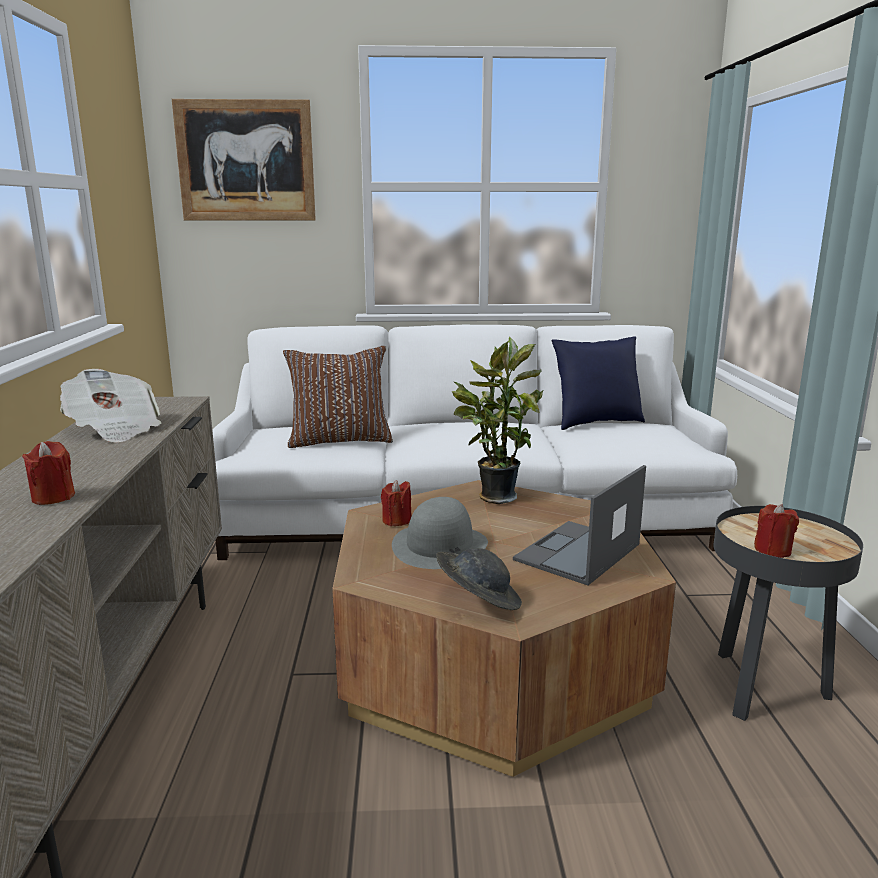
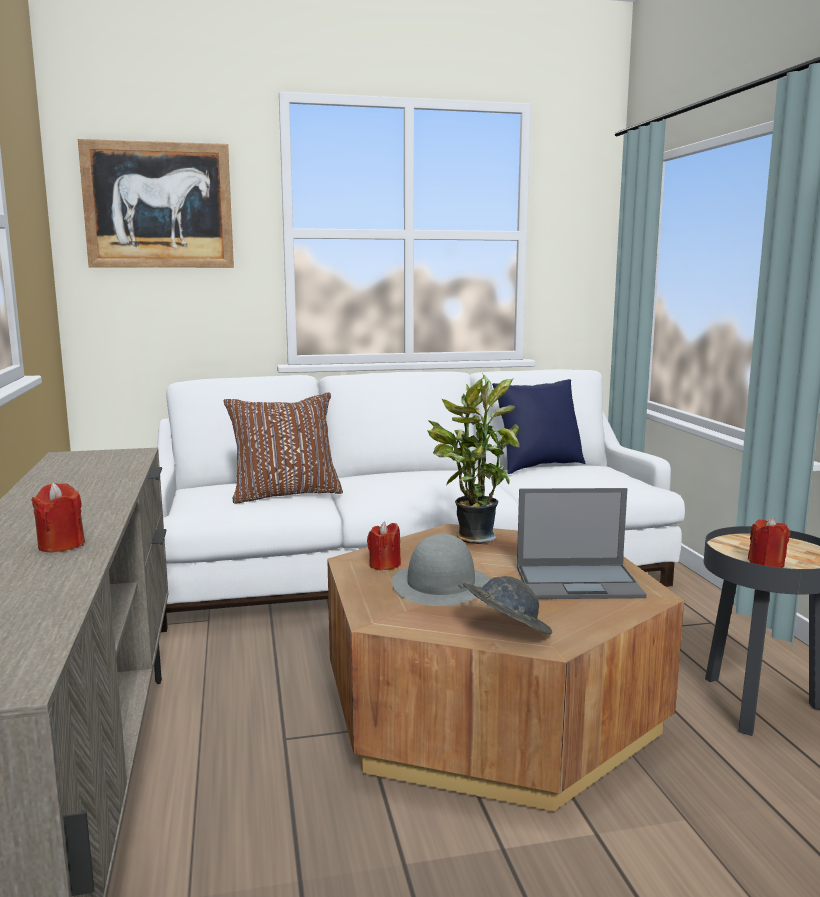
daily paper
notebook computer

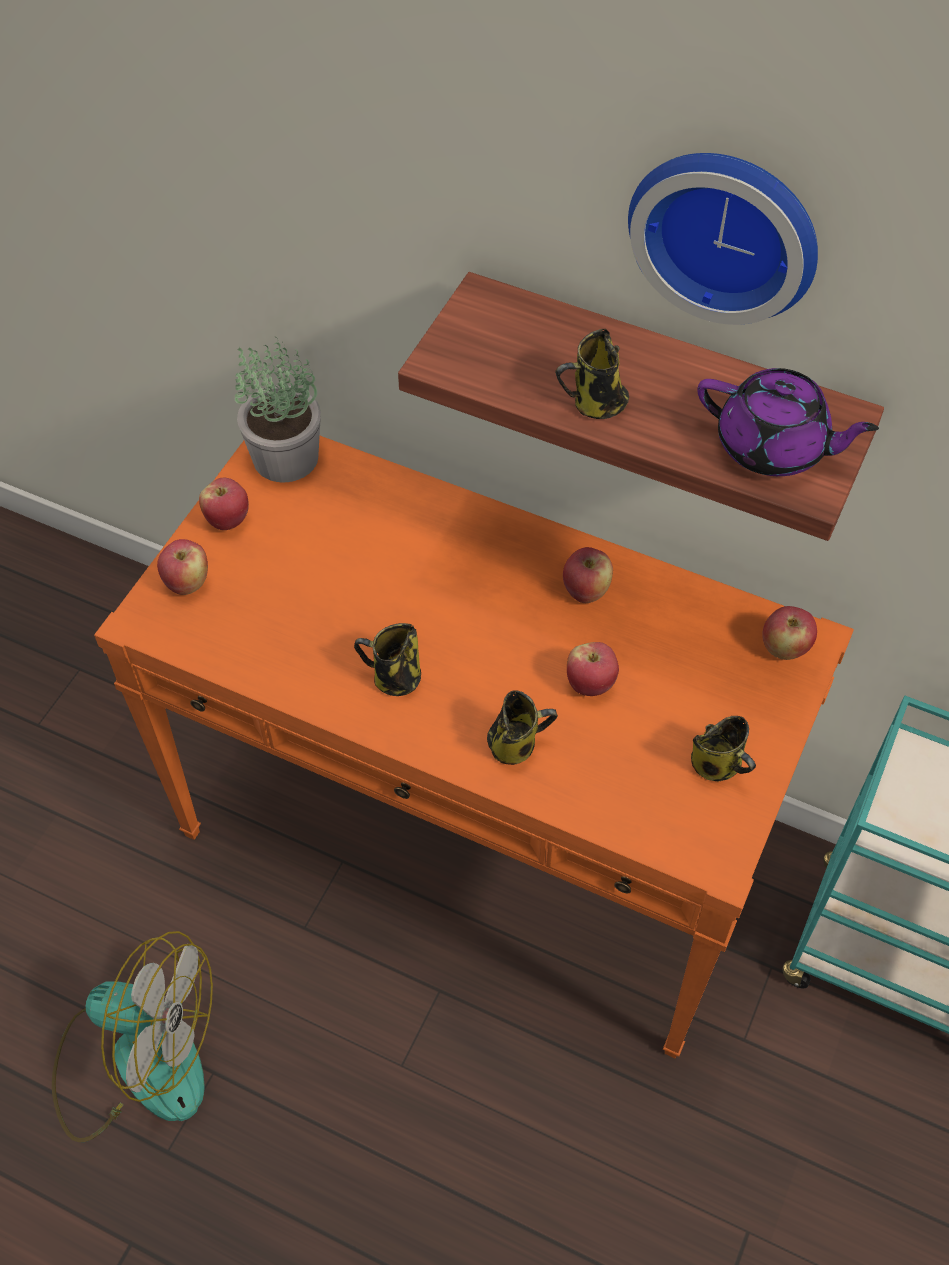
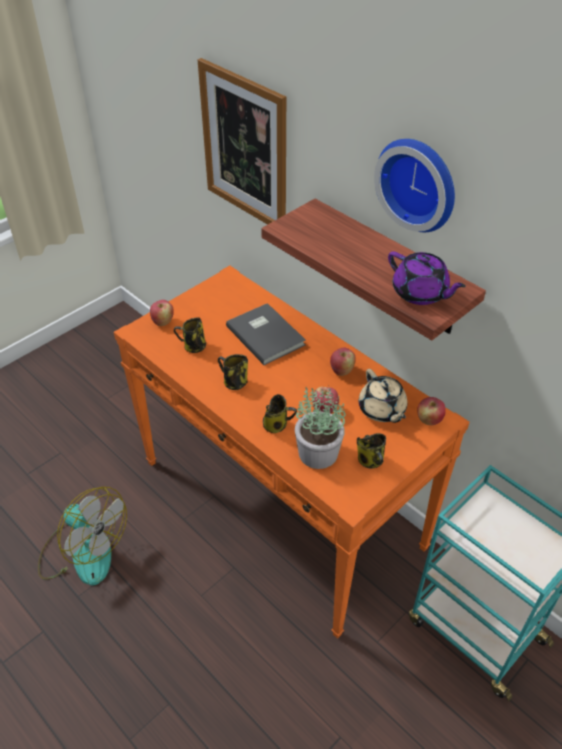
apple fruit (no. 2 from left in the first image)
plant in a pot
coffee mug (no. 1 from left)
wall picture
book (gray)
tea pot (sand-coloured)

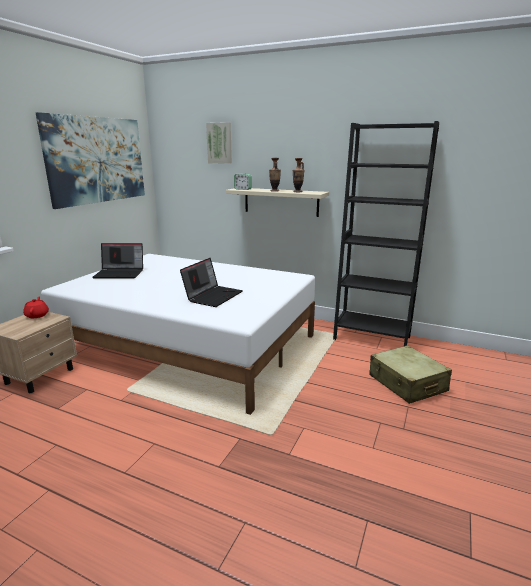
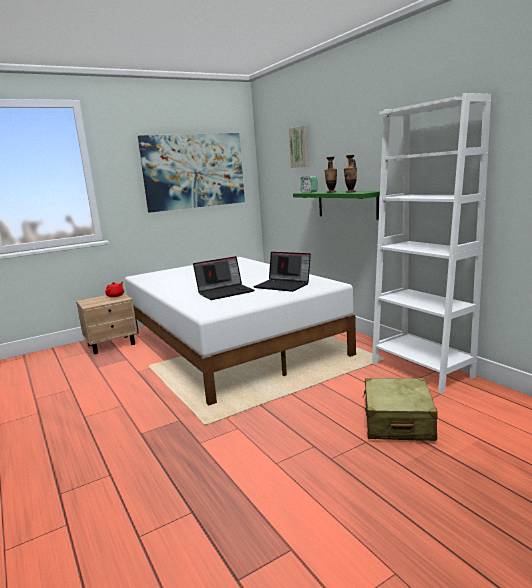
notebook computer (no. 2 from left)
bracket shelf (greenish)
bookshelf (whitish)

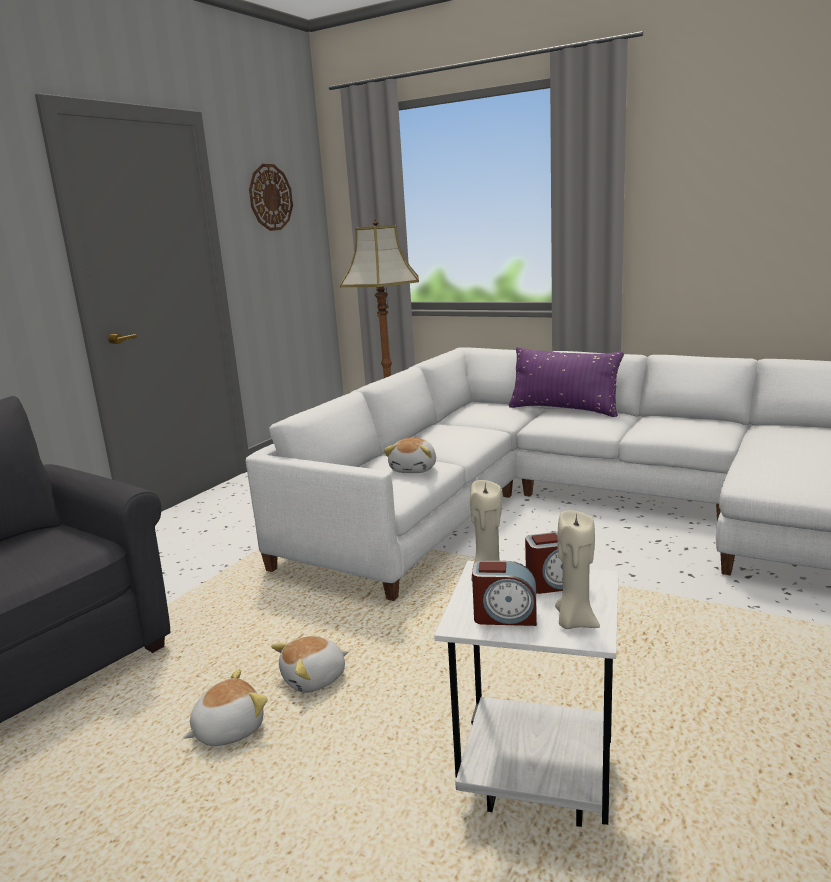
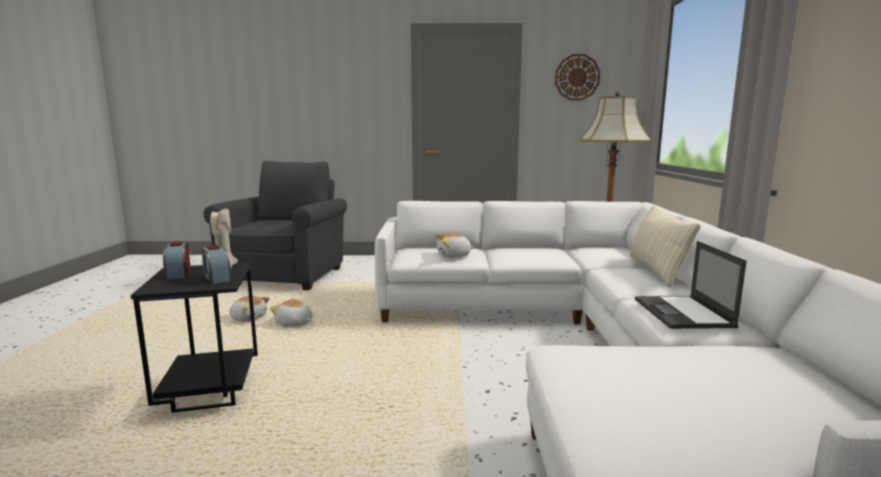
side table (black-coloured)
cushion (sand-coloured)
wax candle (sand-coloured) (no. 2 from left in the first image)
notebook computer

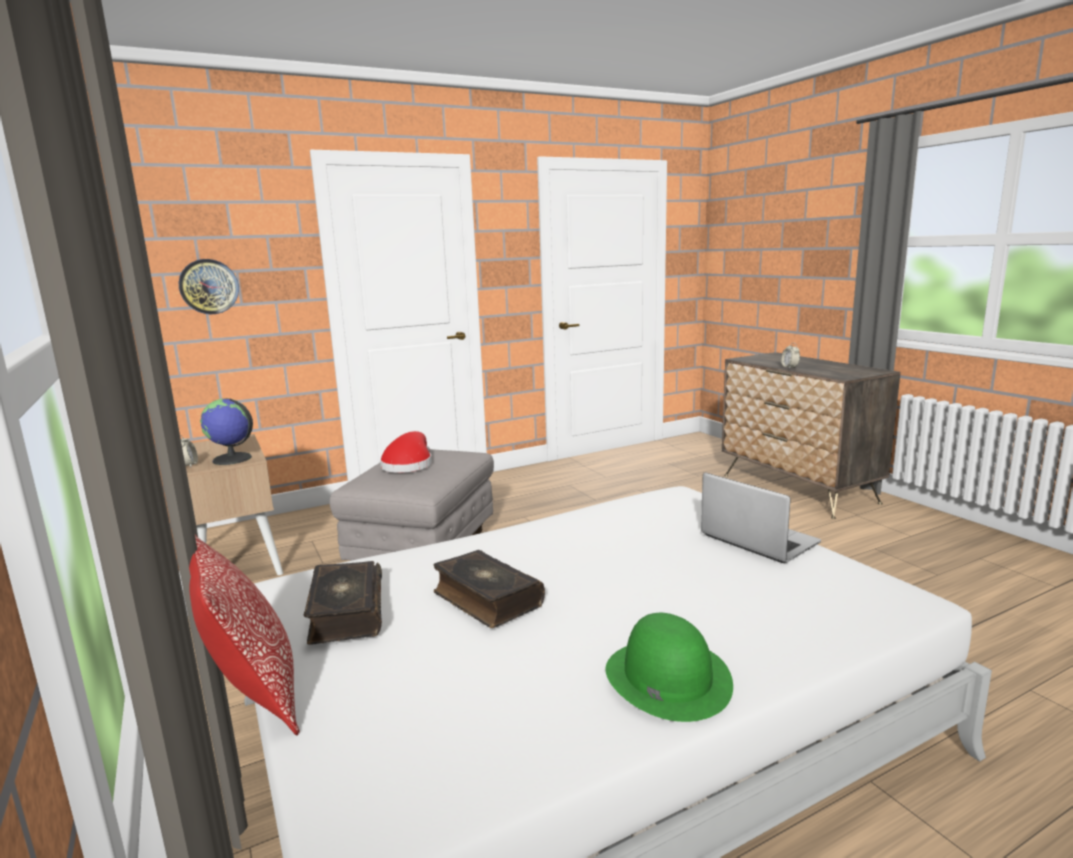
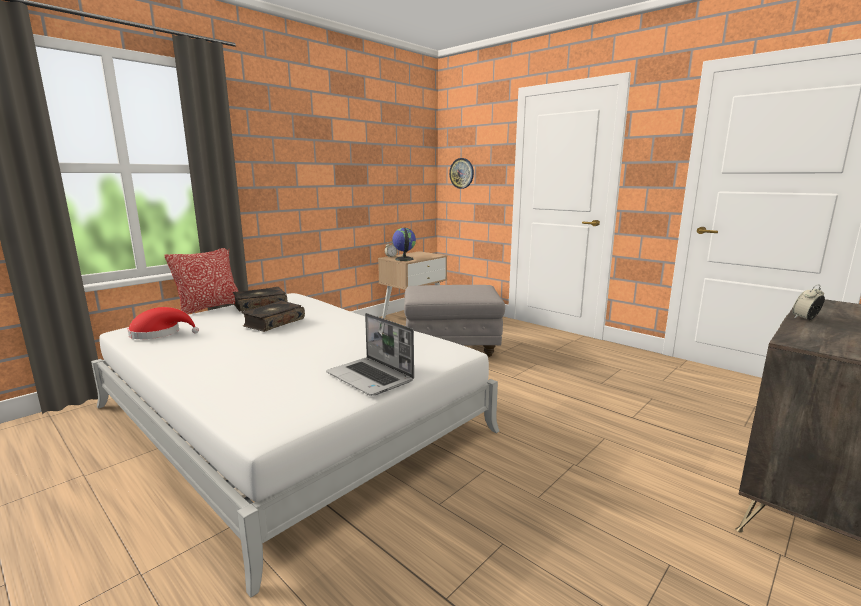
clothing hat (red-coloured)
clothing hat (greenish)
notebook computer

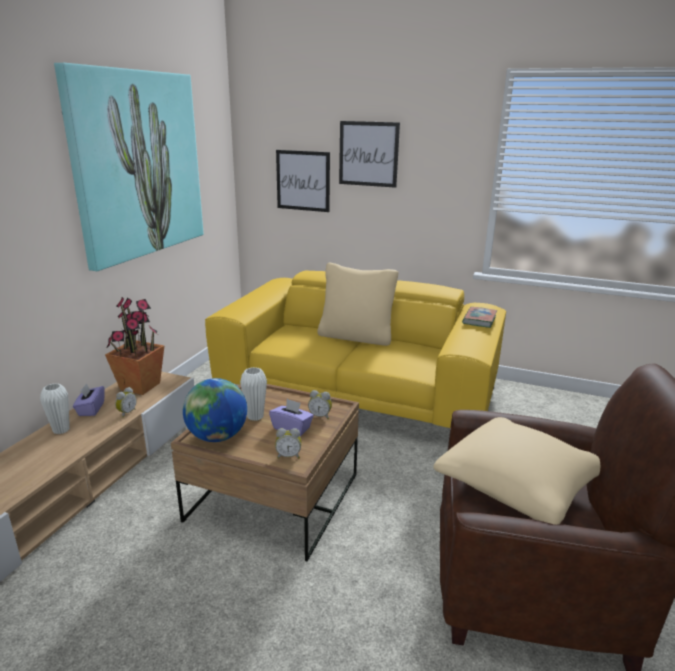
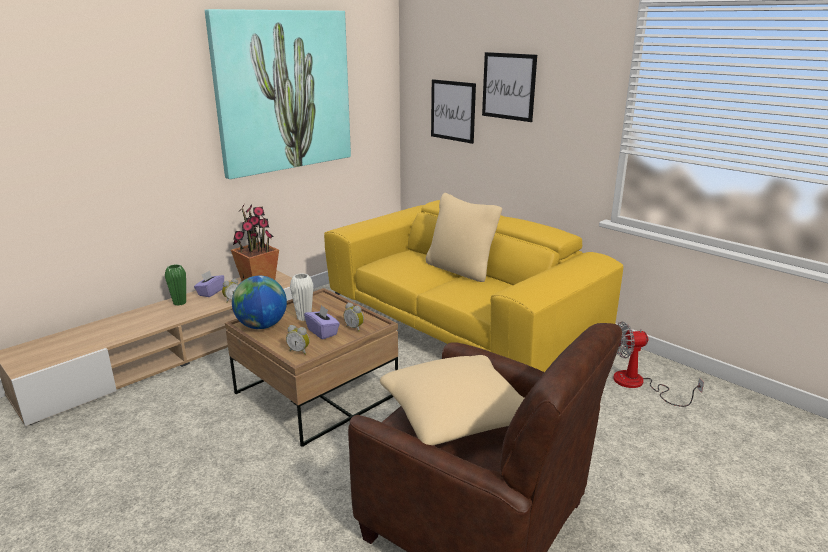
decorative vase (greenish)
book
electric fan

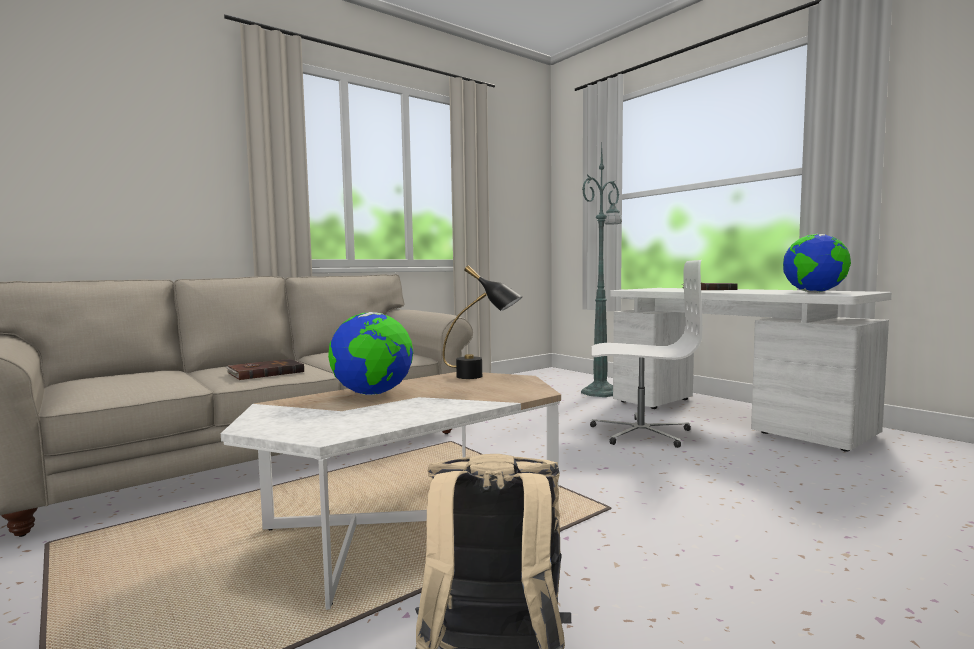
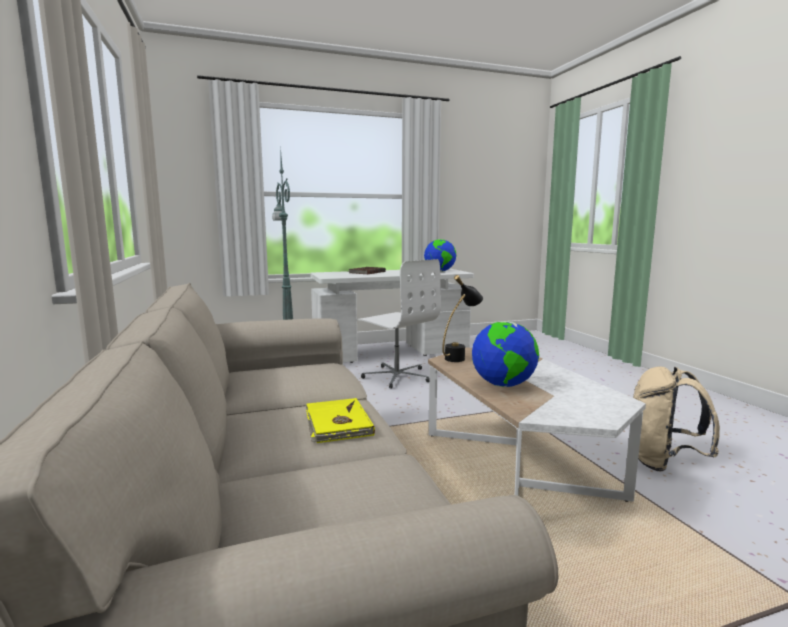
book (yellowish)
office chair (whitish)

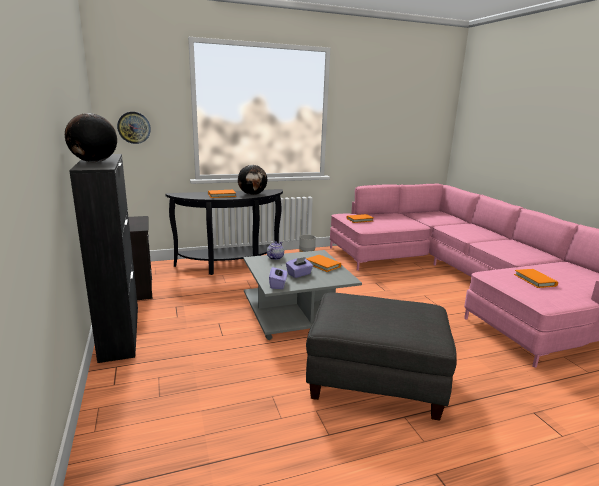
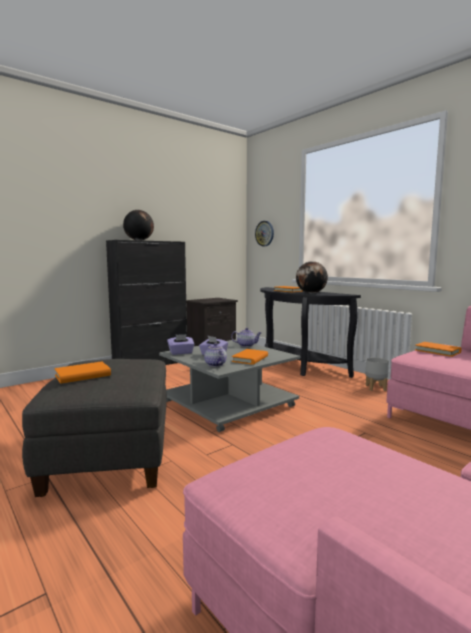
book (orangey) (no. 1 from left)
tea pot (no. 1 from left)

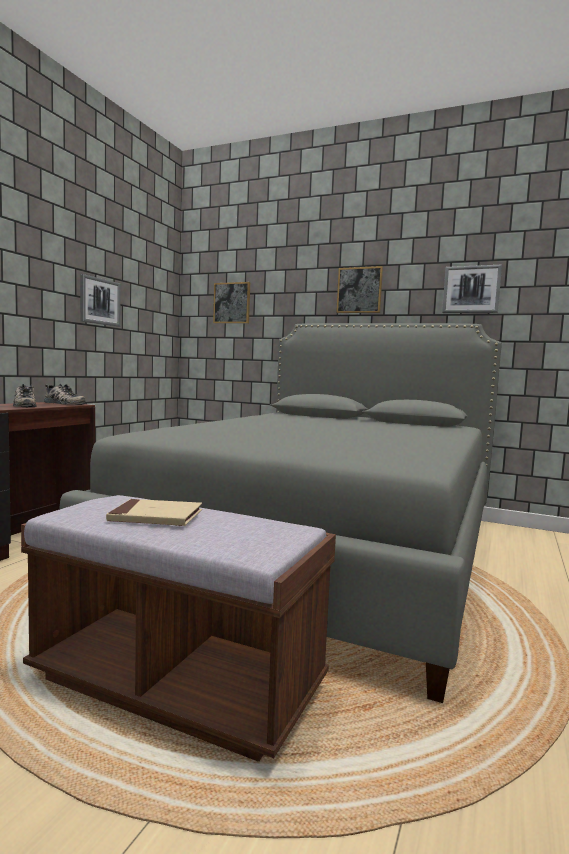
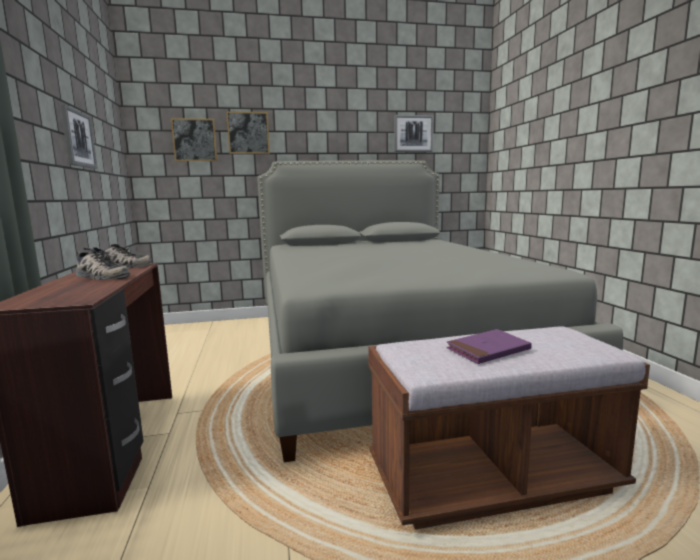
book (purplish)
wall picture (no. 3 from left)

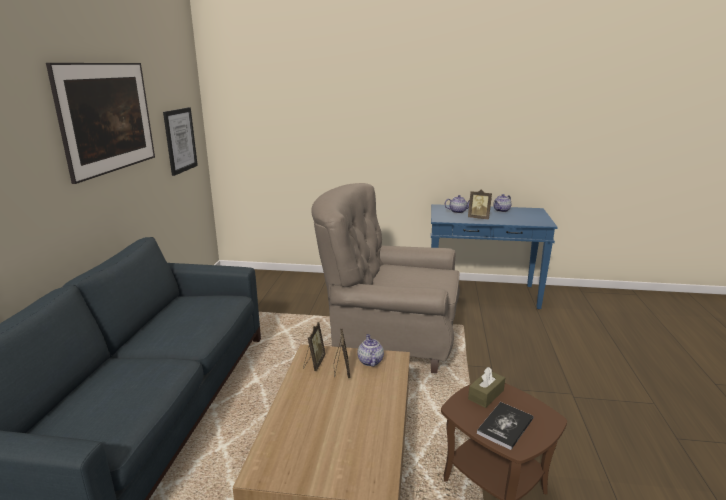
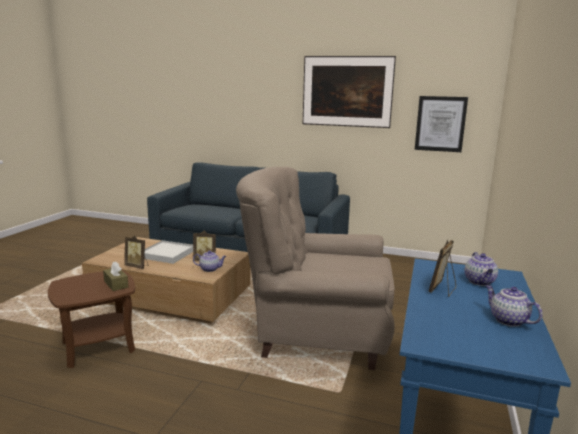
photo frame (no. 1 from left)
easy chair (sand-coloured)
book
serving tray (whitish)

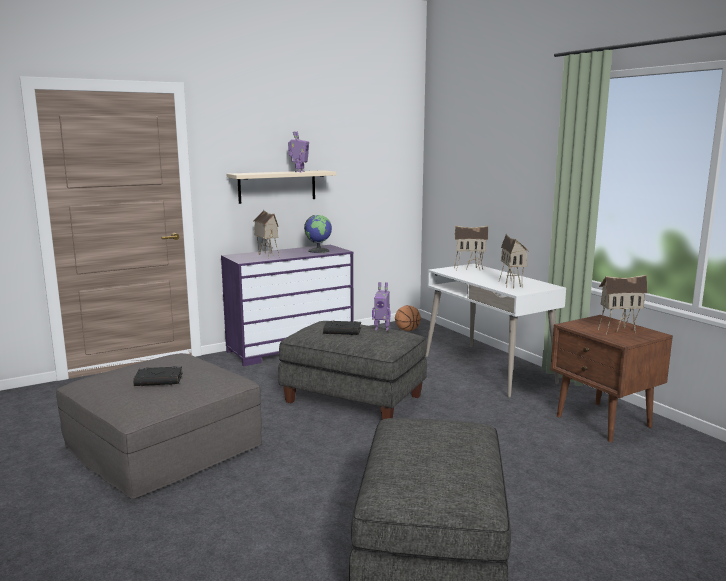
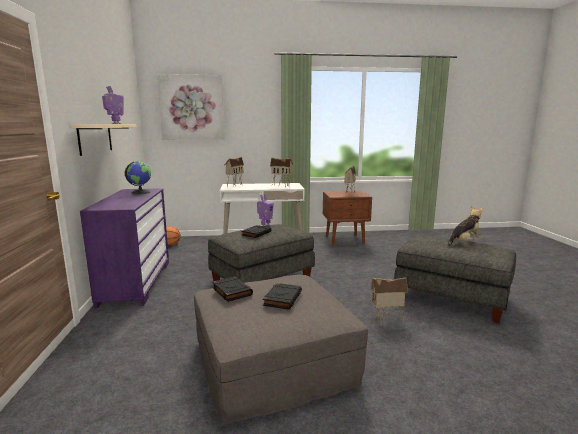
miniature house (no. 4 from left)
wall picture
book (black-coloured) (no. 1 from left)
cuddly toy

